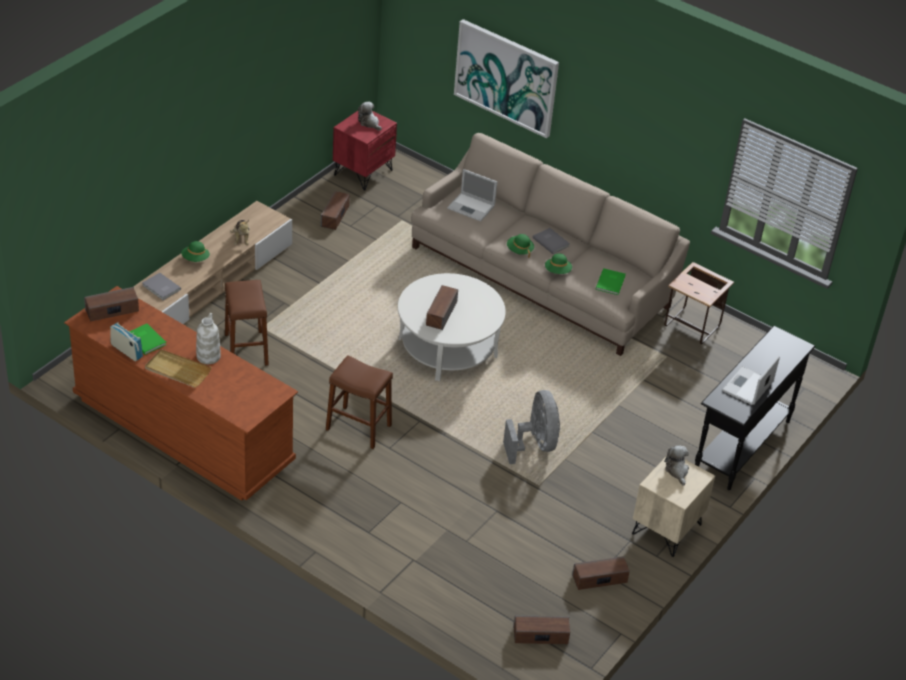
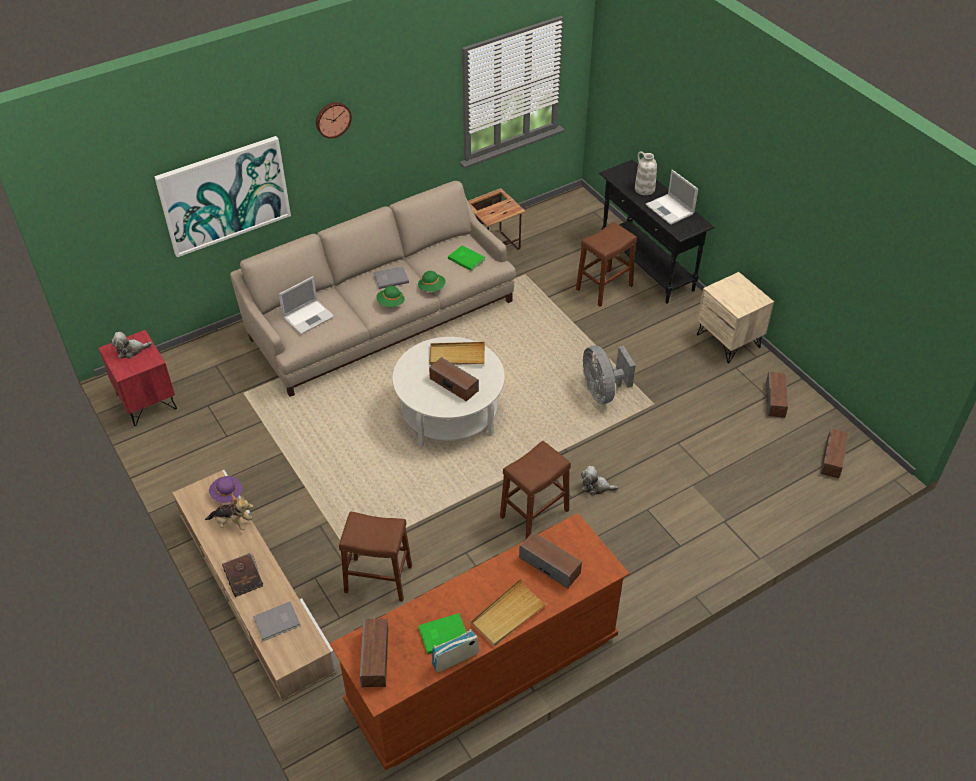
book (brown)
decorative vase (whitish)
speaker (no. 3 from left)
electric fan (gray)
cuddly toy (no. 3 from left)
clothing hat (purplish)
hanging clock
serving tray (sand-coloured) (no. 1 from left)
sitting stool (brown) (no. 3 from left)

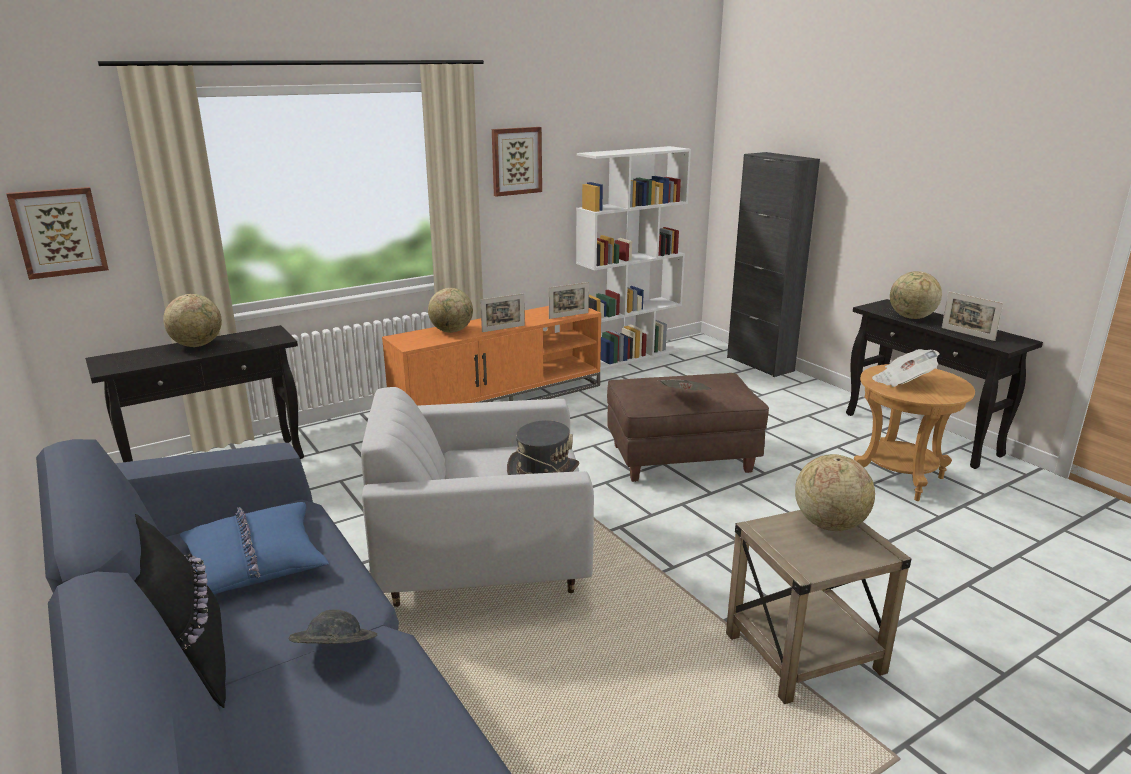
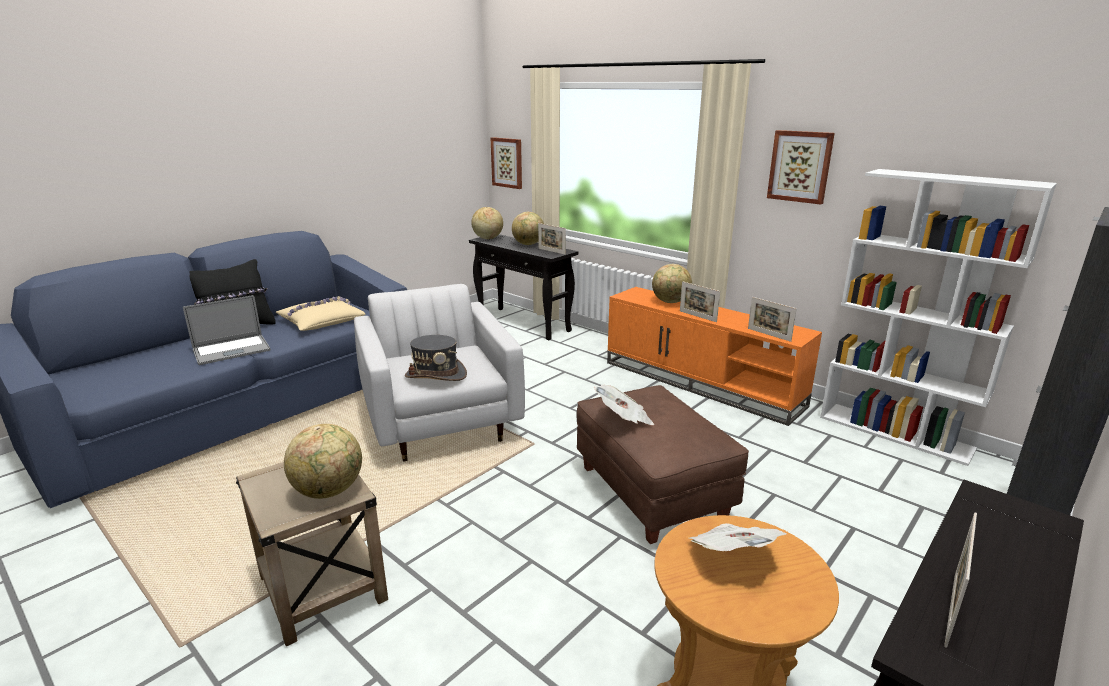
cushion (sand-coloured)
notebook computer
world globe (no. 2 from left)
photo frame (no. 1 from left)

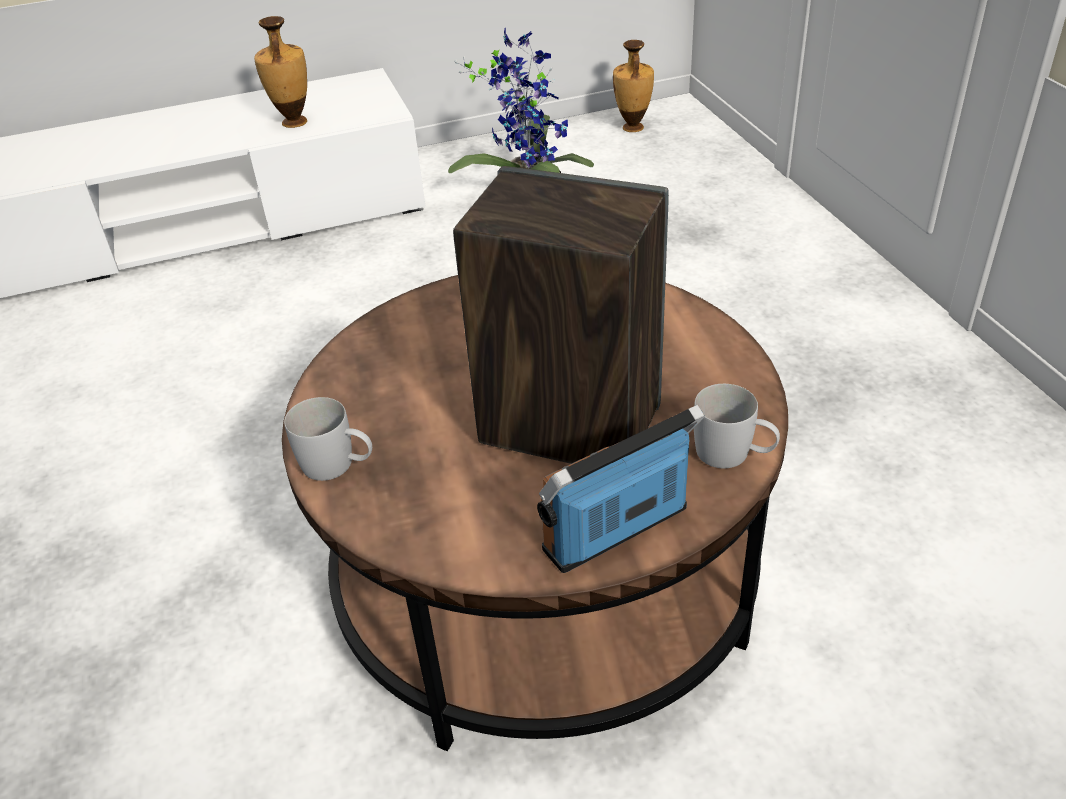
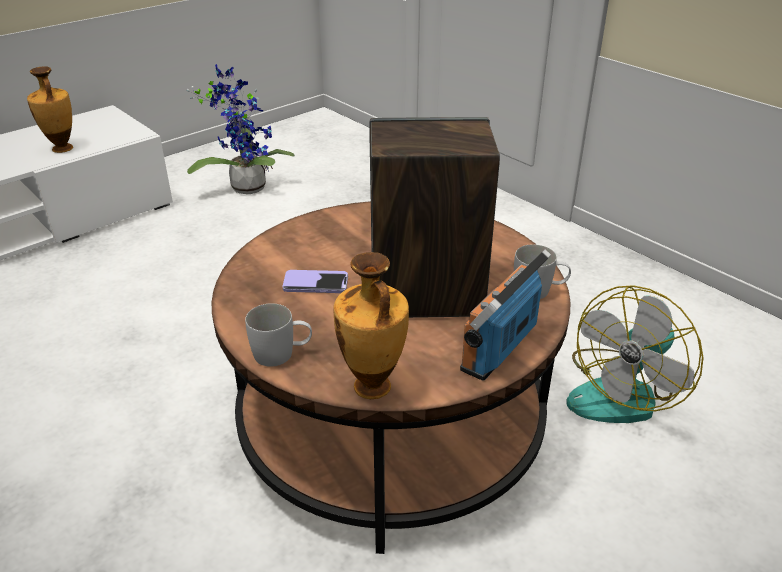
decorative vase (no. 2 from left)
handset
electric fan

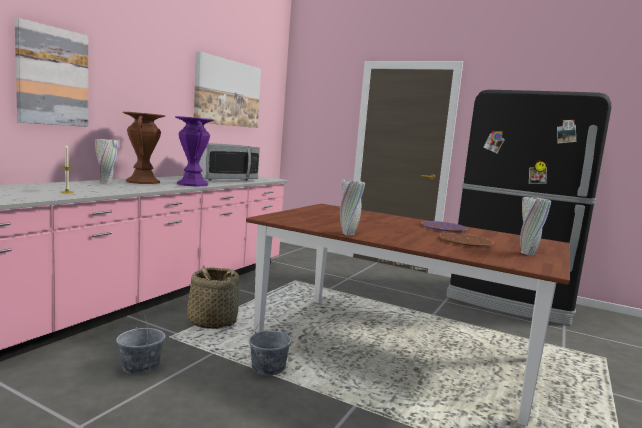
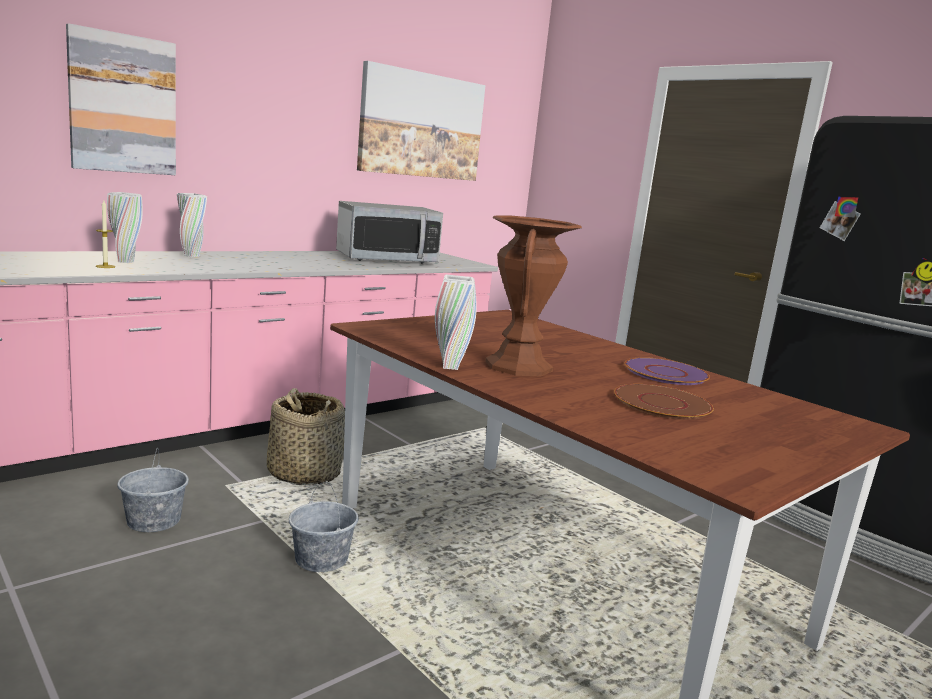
decorative vase (brown)
decorative vase (purplish)
decorative vase (whitish) (no. 1 from left)

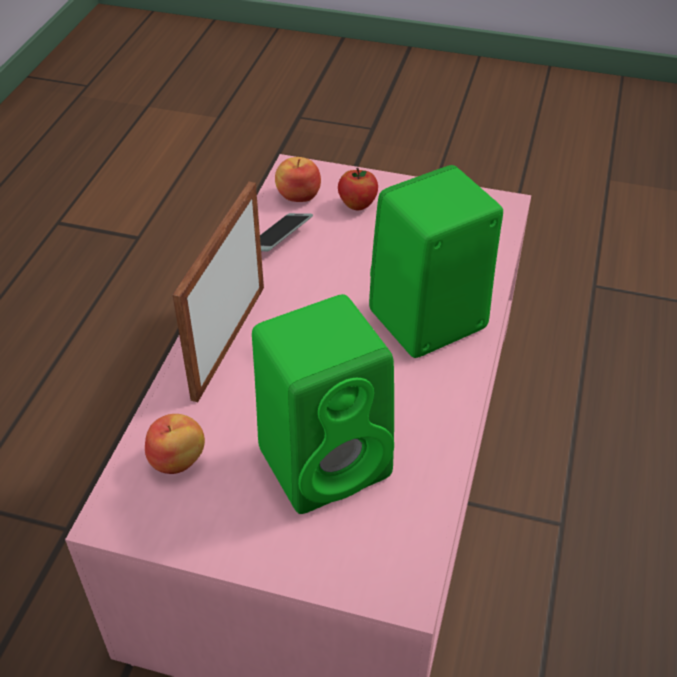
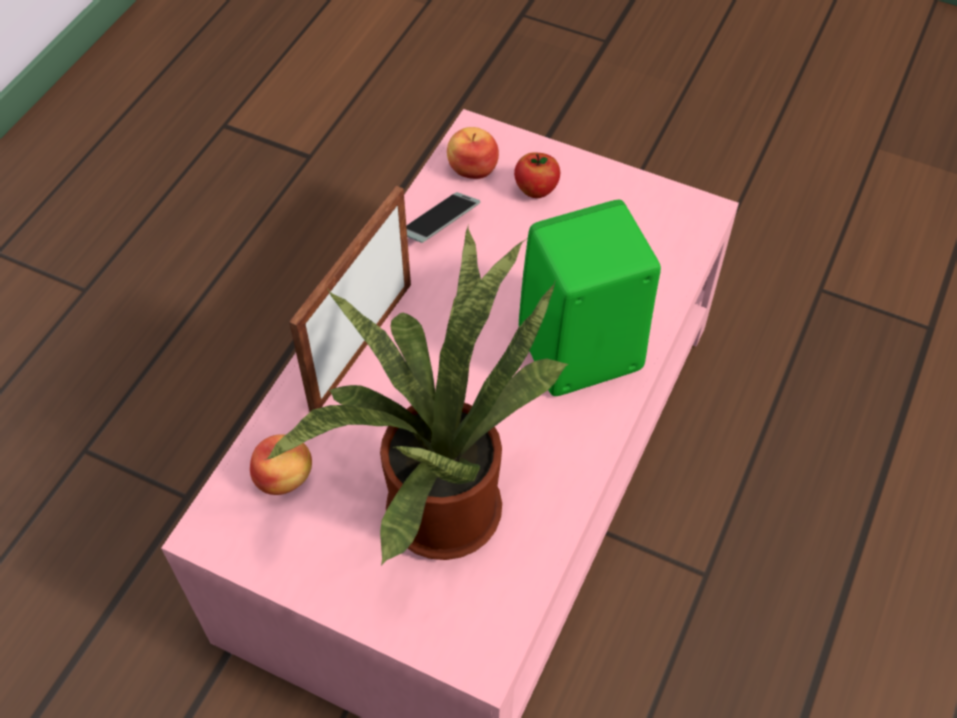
plant in a pot

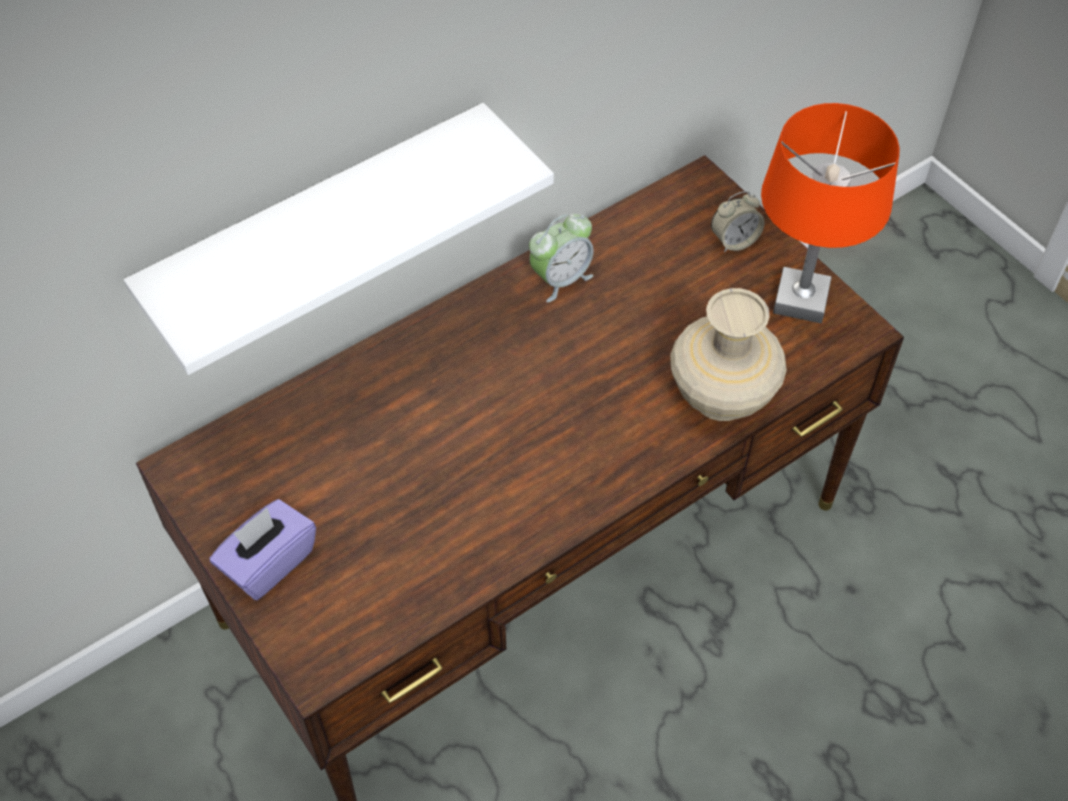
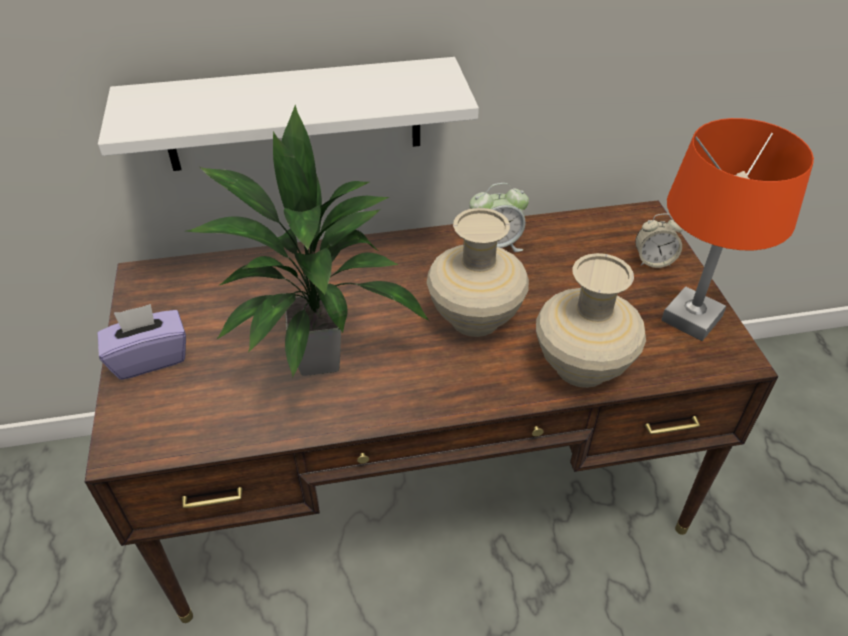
plant in a pot
decorative vase (sand-coloured) (no. 1 from left)

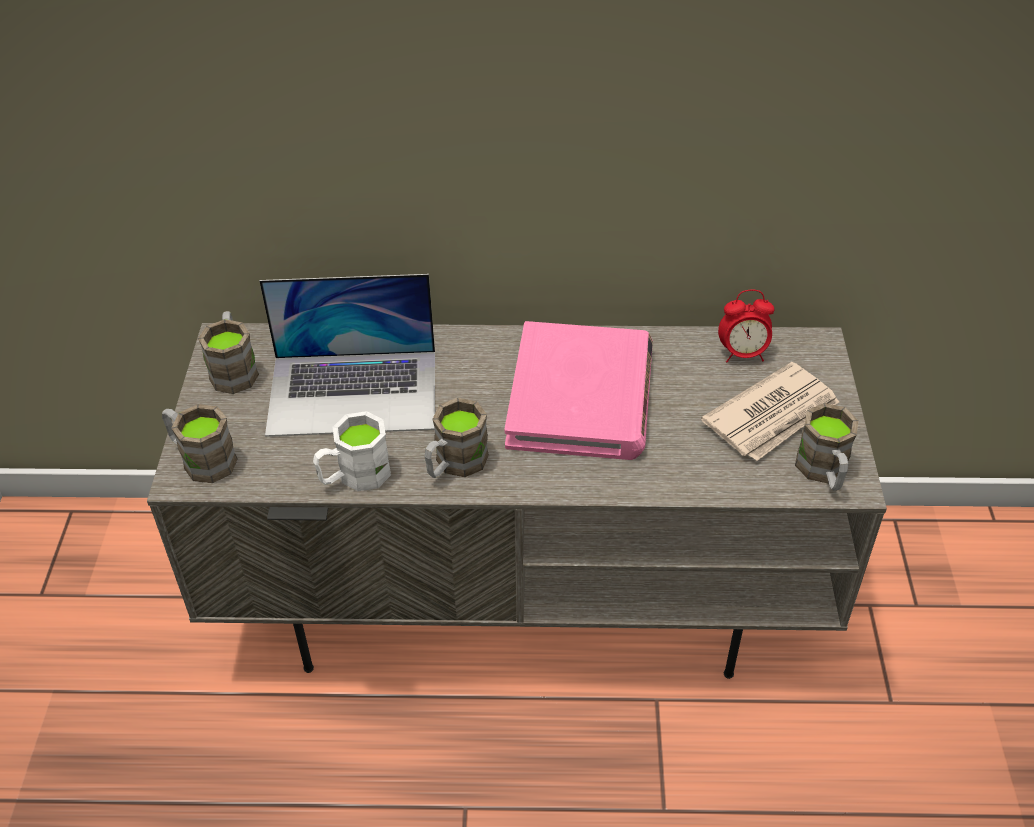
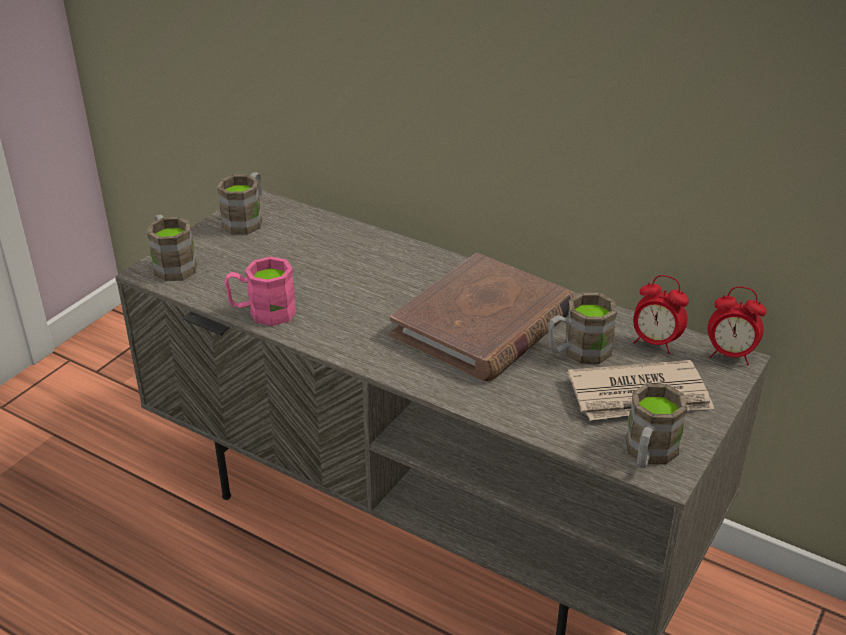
notebook computer
coffee mug (pinkish)
coffee mug (brown) (no. 3 from left)
book (brown)
alarm clock (no. 2 from left)

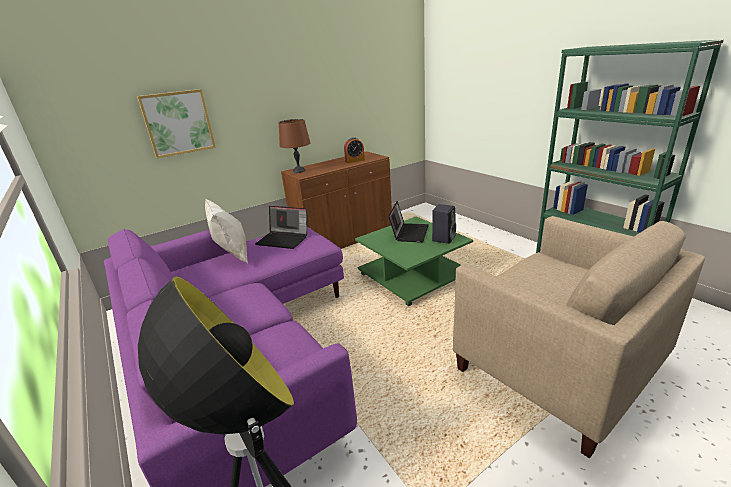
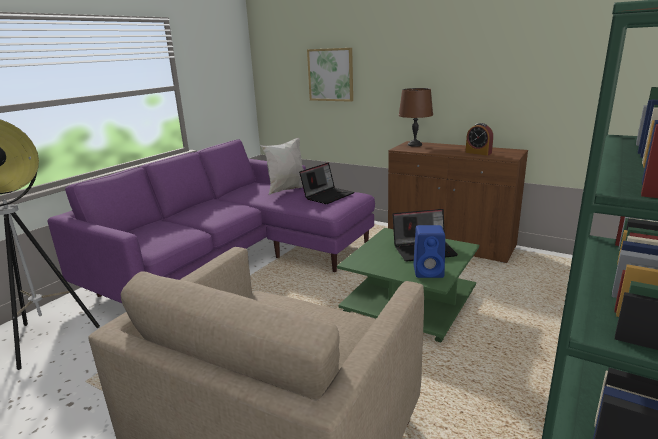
notebook computer (no. 1 from left)
speaker (blue-coloured)

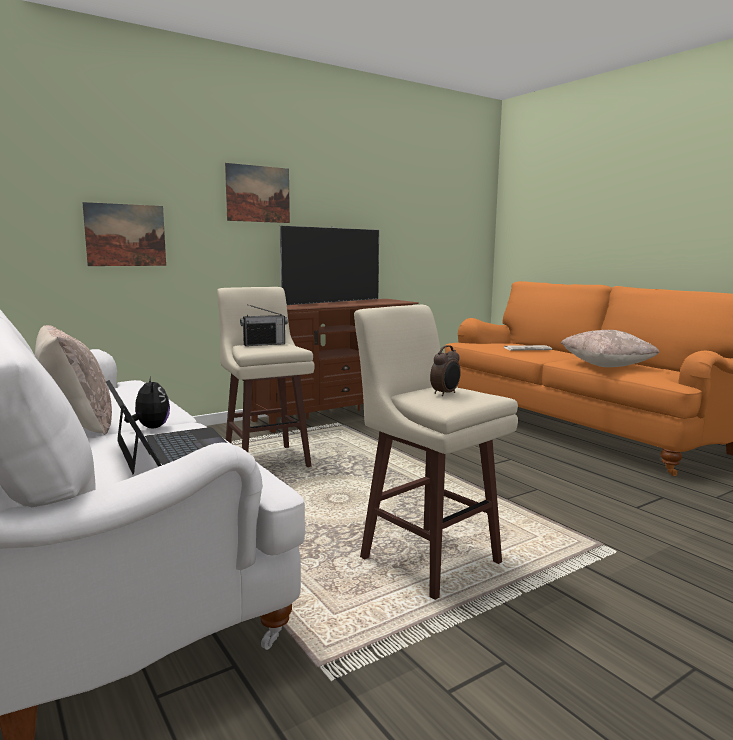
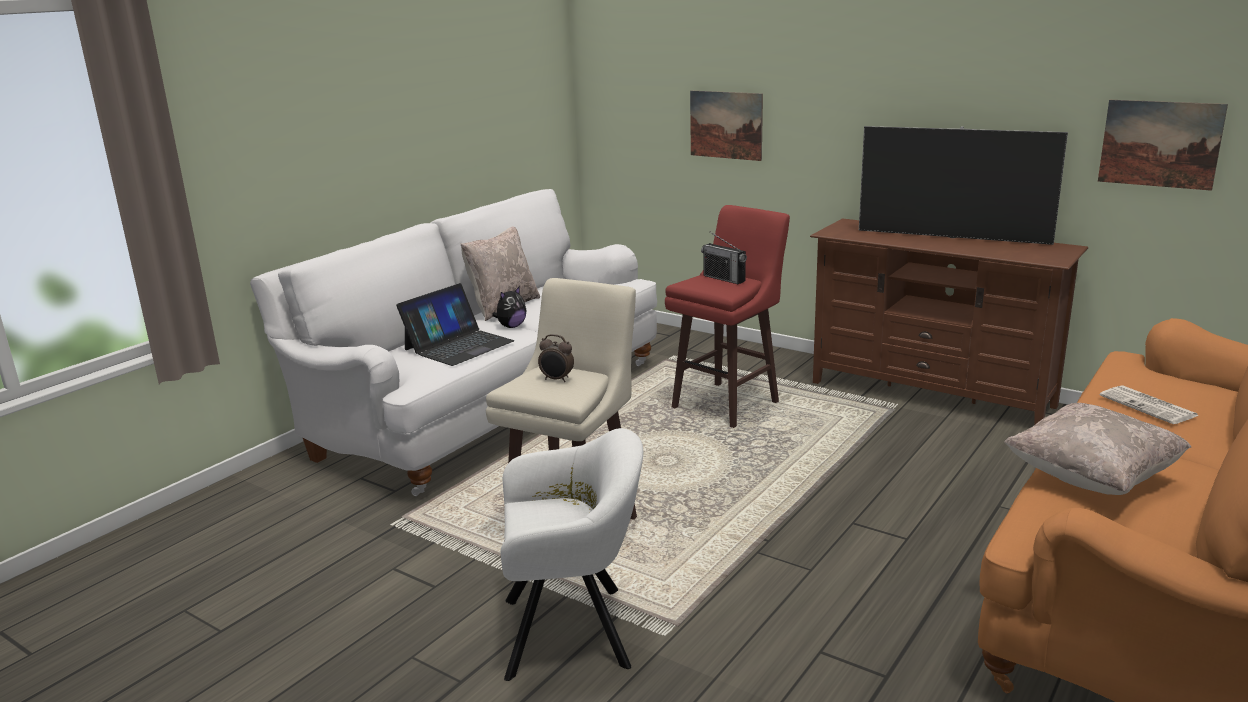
sitting stool (red-coloured)
wall picture (no. 2 from left)
easy chair (whitish)

